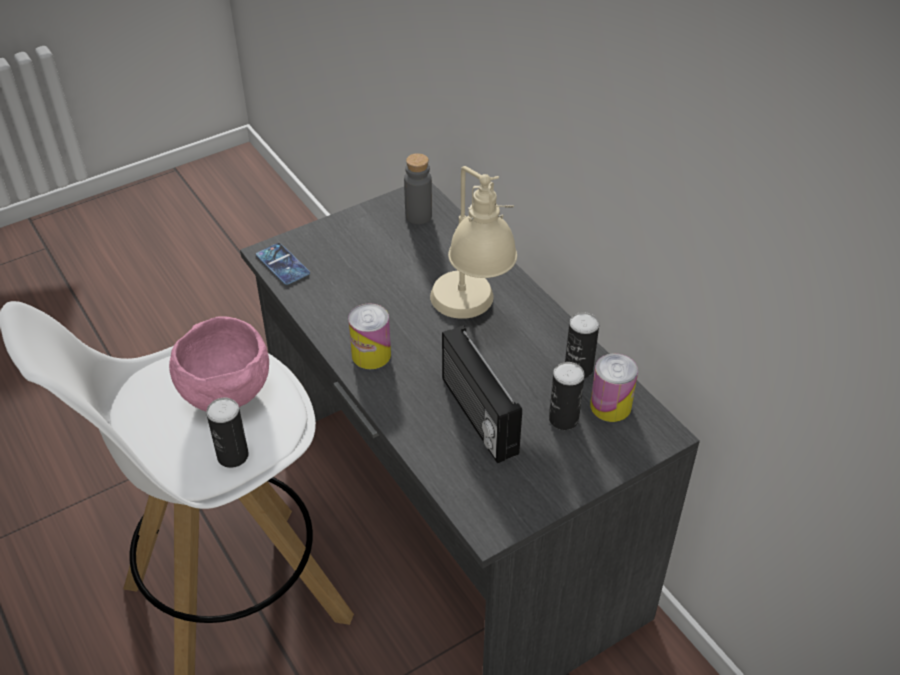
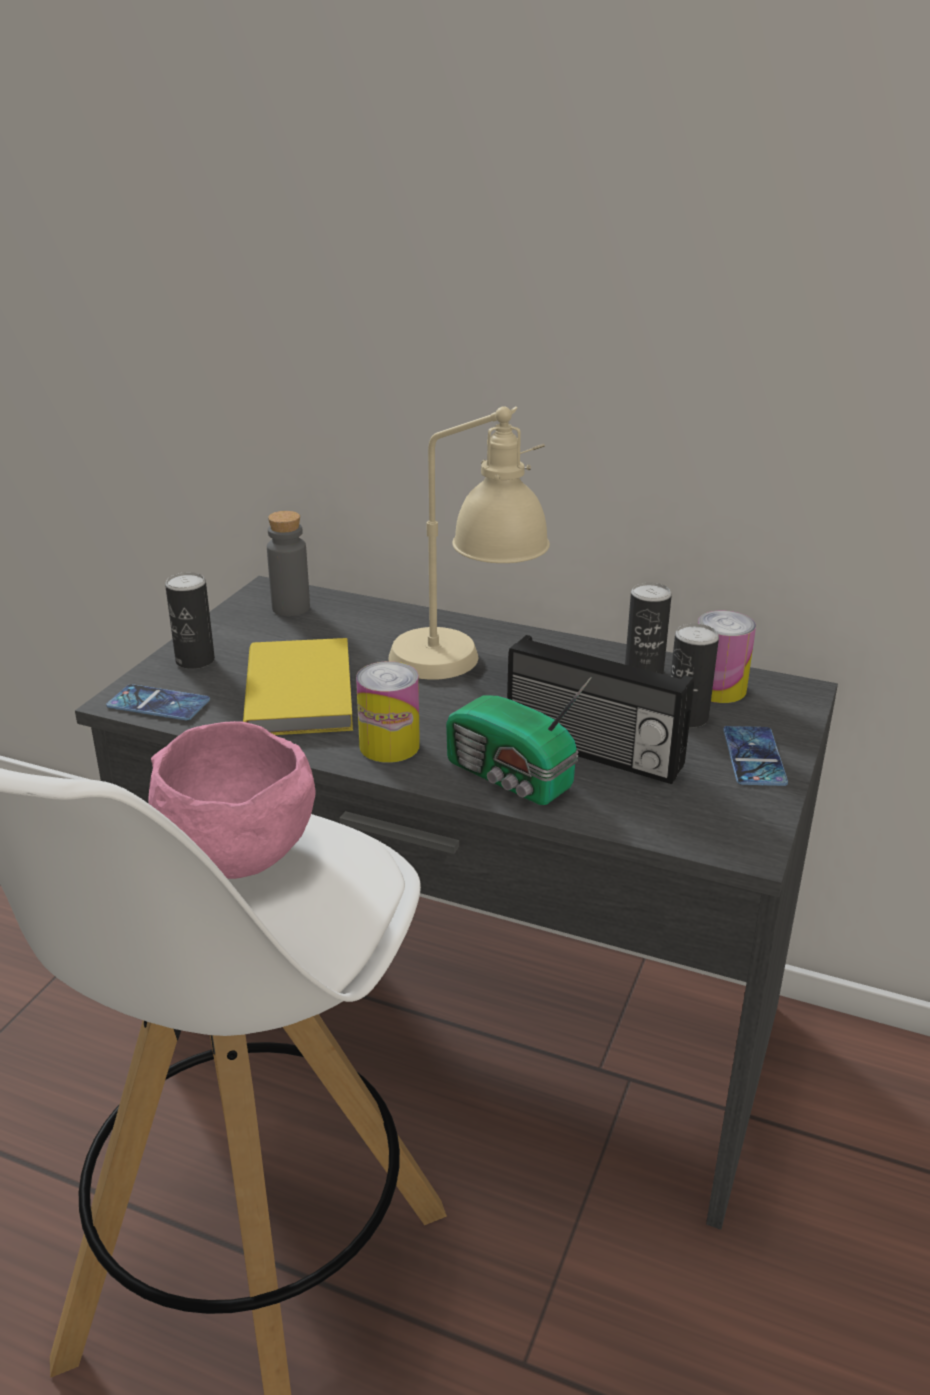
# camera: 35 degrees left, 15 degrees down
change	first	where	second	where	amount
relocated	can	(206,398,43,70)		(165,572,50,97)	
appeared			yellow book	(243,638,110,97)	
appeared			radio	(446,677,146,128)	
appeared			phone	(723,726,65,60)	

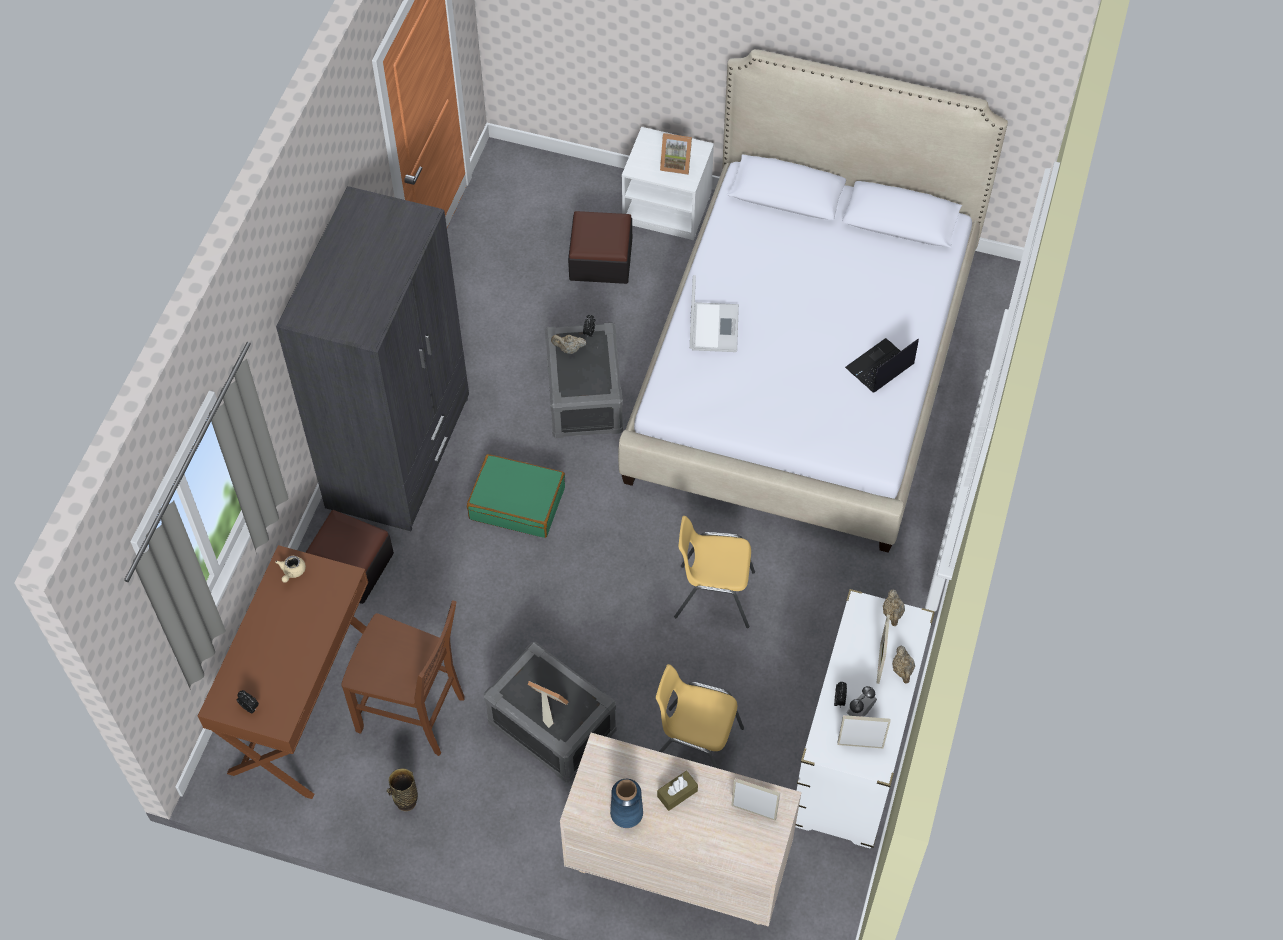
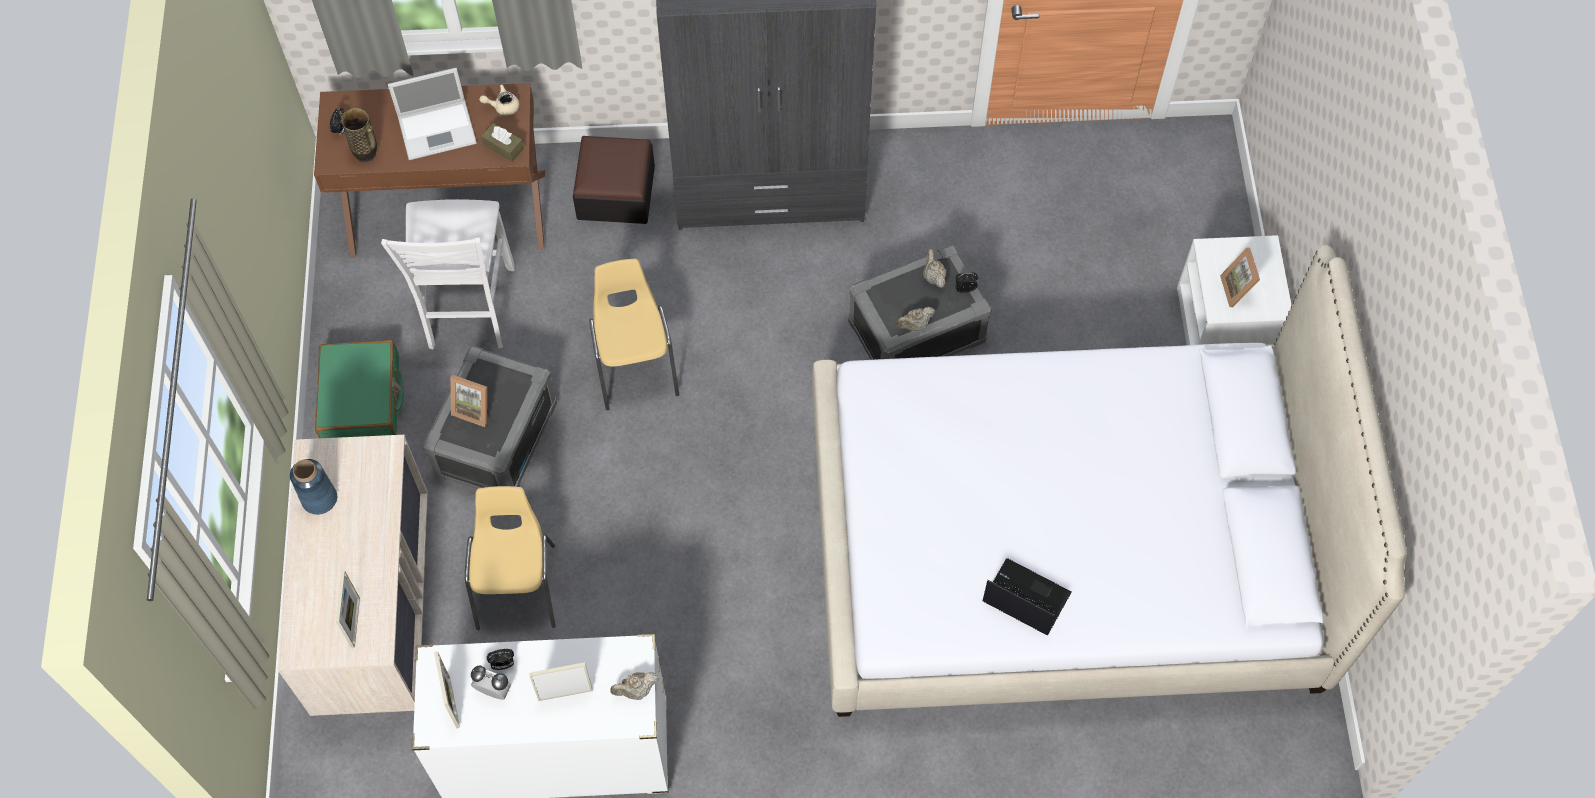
# camera: 70 degrees right, 5 degrees up
change	first	where	second	where	amount
colour	brown chair	(341,600,124,156)	white chair	(381,199,134,150)	
relocated	vase	(387,768,31,43)		(339,108,38,55)	
relocated	green suitcase	(467,454,98,84)		(315,340,89,98)	
spun	picture frame	(528,681,41,47)		(451,375,36,52)	105 degrees clockwise
missing	ottoman	(568,211,64,73)			
relocated	brown tissue box	(657,771,41,40)		(481,123,43,39)	
relocated	yellow chair	(674,516,81,112)		(589,259,90,151)	
relocated	laptop	(690,275,49,77)		(388,68,89,92)	
relocated	beige teapot	(892,646,23,38)		(896,307,39,25)	

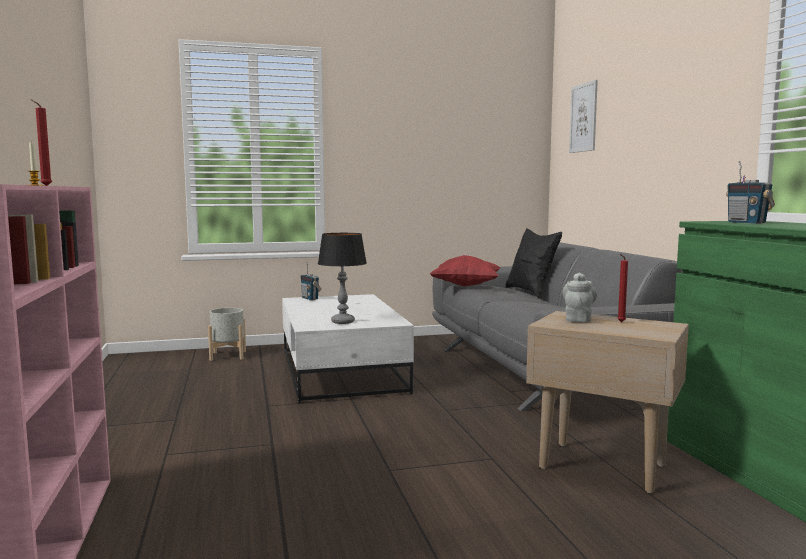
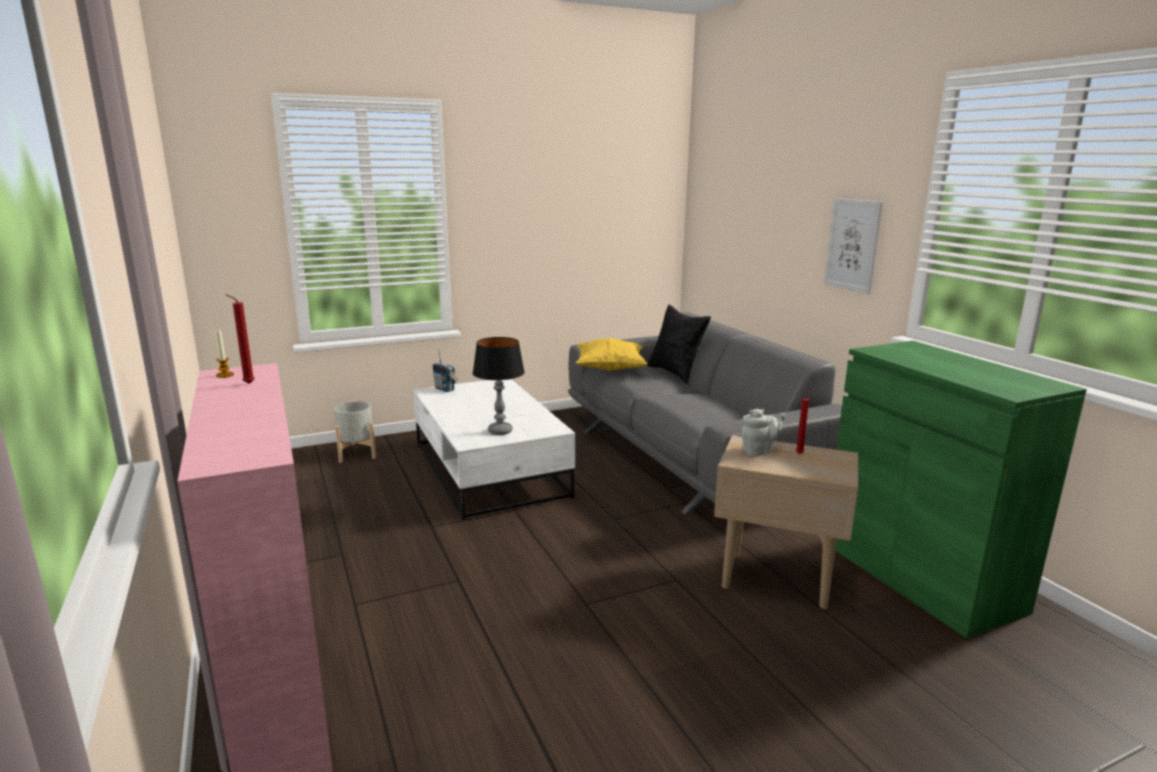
# camera: 10 degrees left, 10 degrees up
change	first	where	second	where	amount
colour	red pillow	(430,255,70,32)	yellow pillow	(576,338,72,33)	
spun	grey teapot	(562,273,35,49)		(741,409,44,47)	60 degrees clockwise
relocated	picture	(569,80,29,73)		(824,198,59,96)	
missing	radio	(726,161,49,63)			

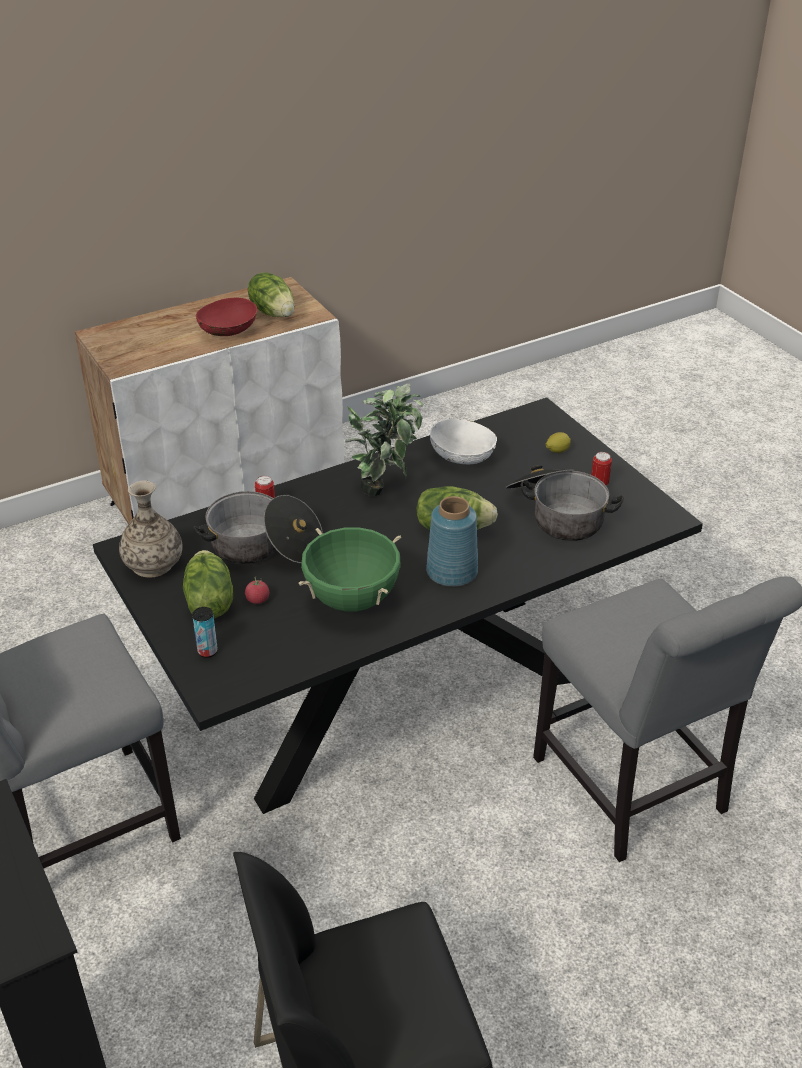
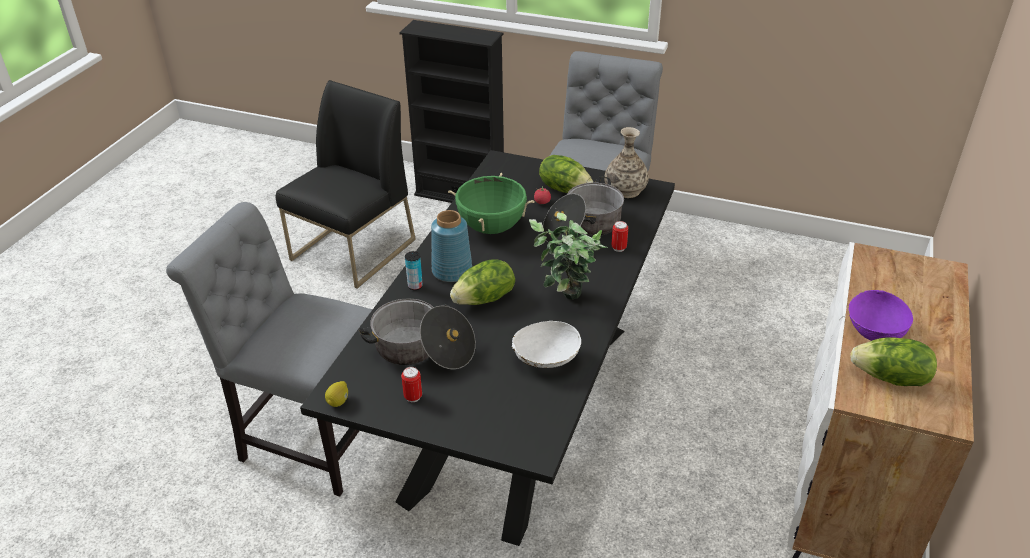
# camera: 140 degrees right, 0 degrees up
change	first	where	second	where	amount
relocated	can	(192,607,26,51)		(405,251,18,39)	
colour	red bowl	(196,298,61,38)	purple bowl	(848,290,65,51)	
relocated	lemon	(545,432,26,21)		(325,381,23,26)	

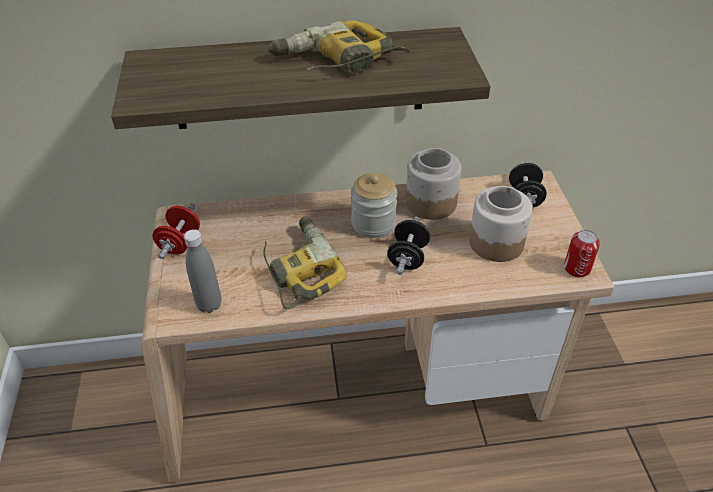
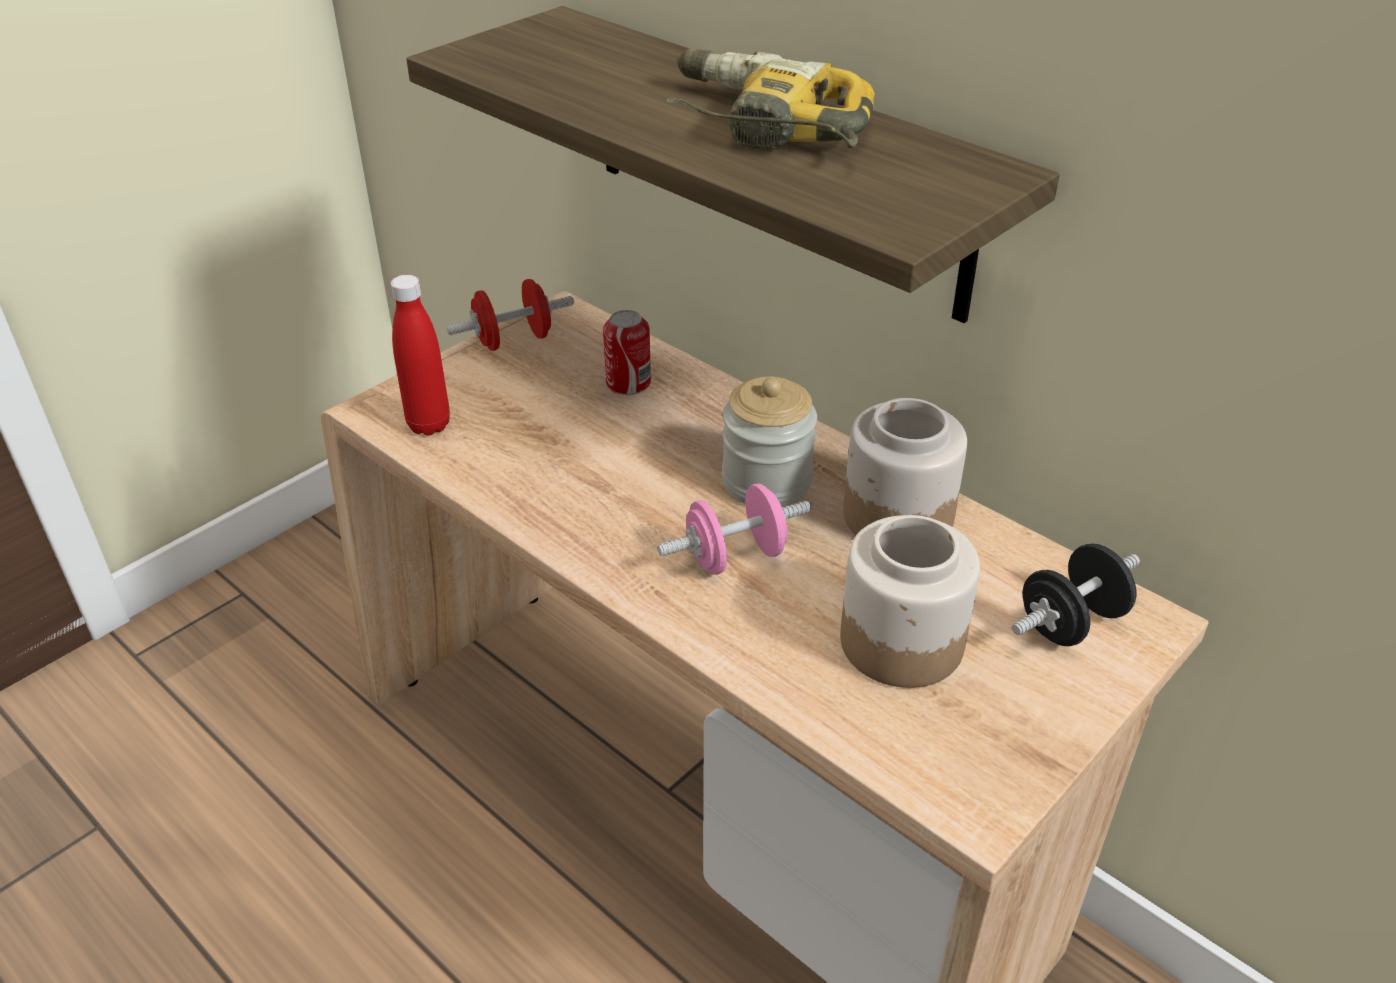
# camera: 50 degrees right, 5 degrees down
change	first	where	second	where	amount
colour	grey bottle	(184,229,37,84)	red bottle	(391,275,59,161)	
missing	power drill	(264,217,83,93)			
colour	black dumbbell	(387,217,43,58)	pink dumbbell	(658,484,153,91)	
relocated	can	(564,230,36,48)		(603,310,48,85)	

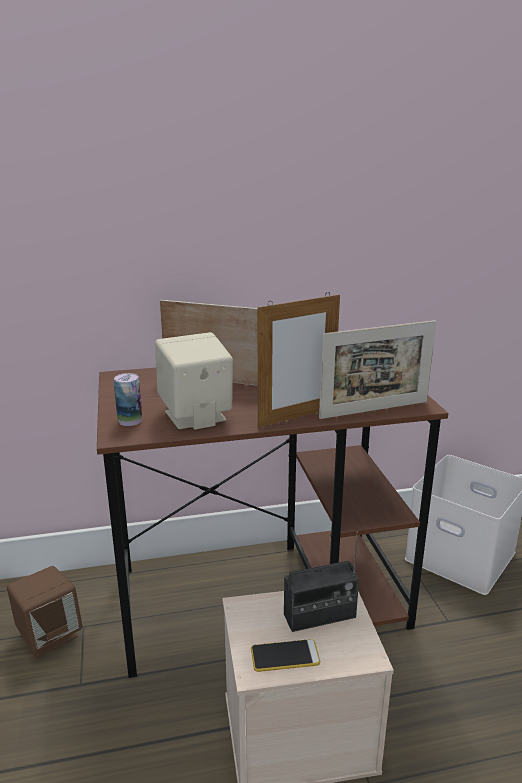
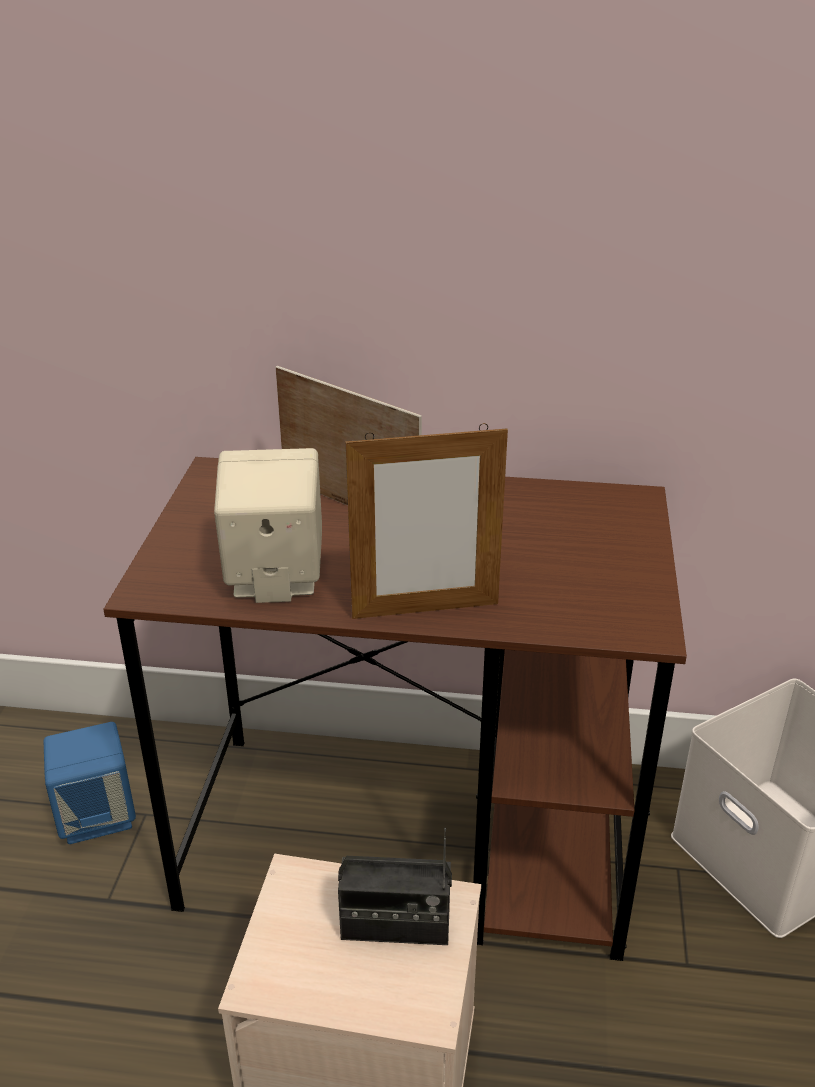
# camera: 20 degrees right, 10 degrees up
change	first	where	second	where	amount
colour	brown speaker	(7,566,75,92)	blue speaker	(44,722,92,122)	
missing	can	(114,373,28,53)			
missing	phone	(251,639,69,33)			
missing	picture frame	(319,320,117,99)			

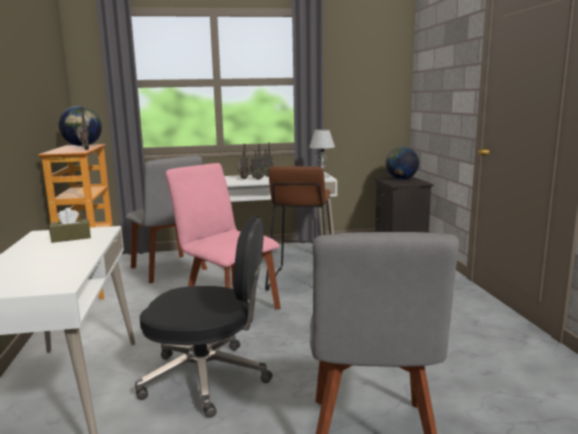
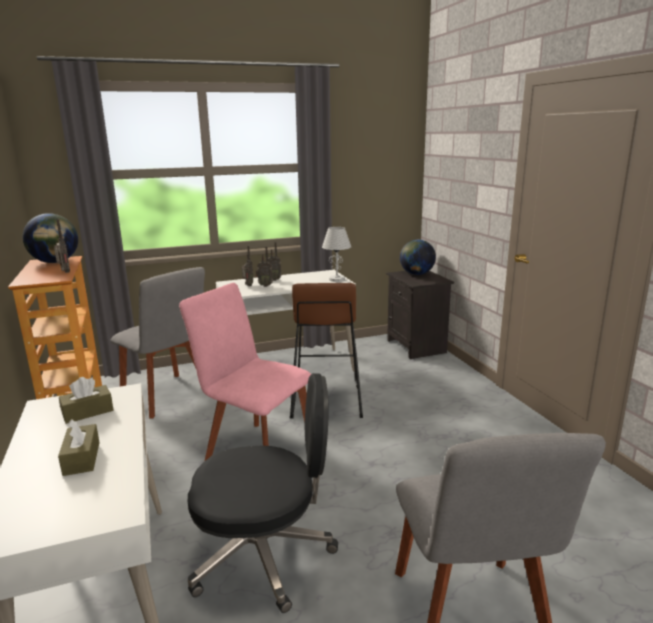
# camera: 10 degrees left, 5 degrees up
change	first	where	second	where	amount
appeared			brown tissue box	(58,419,42,57)	

